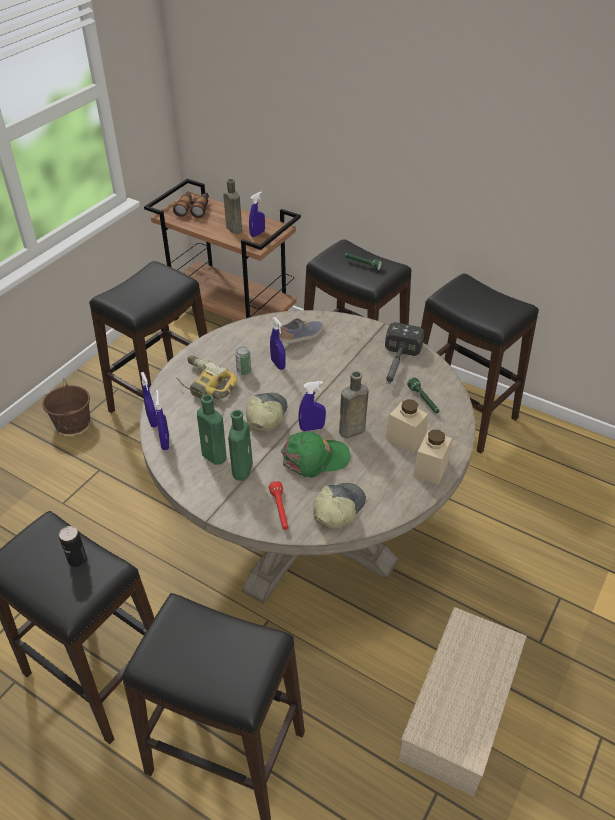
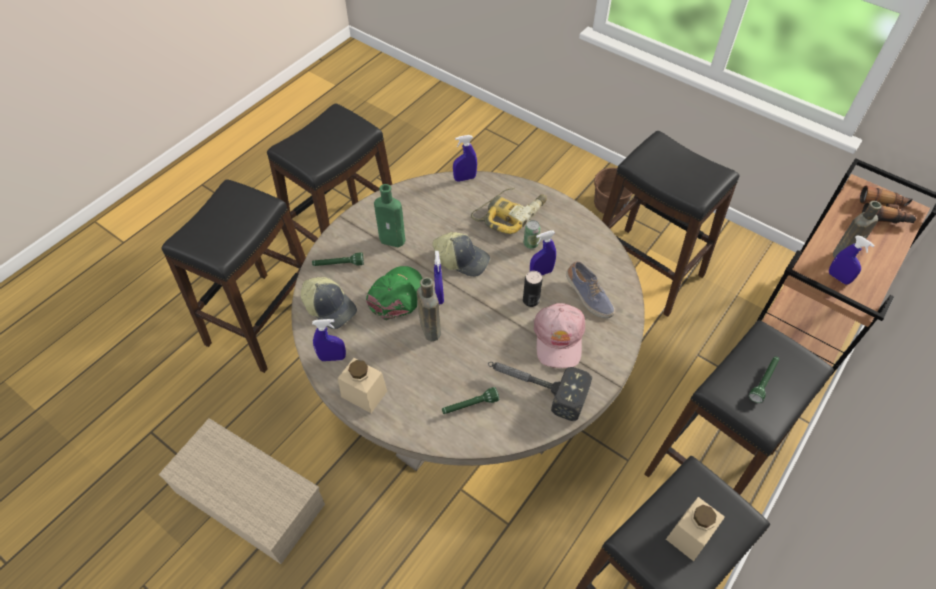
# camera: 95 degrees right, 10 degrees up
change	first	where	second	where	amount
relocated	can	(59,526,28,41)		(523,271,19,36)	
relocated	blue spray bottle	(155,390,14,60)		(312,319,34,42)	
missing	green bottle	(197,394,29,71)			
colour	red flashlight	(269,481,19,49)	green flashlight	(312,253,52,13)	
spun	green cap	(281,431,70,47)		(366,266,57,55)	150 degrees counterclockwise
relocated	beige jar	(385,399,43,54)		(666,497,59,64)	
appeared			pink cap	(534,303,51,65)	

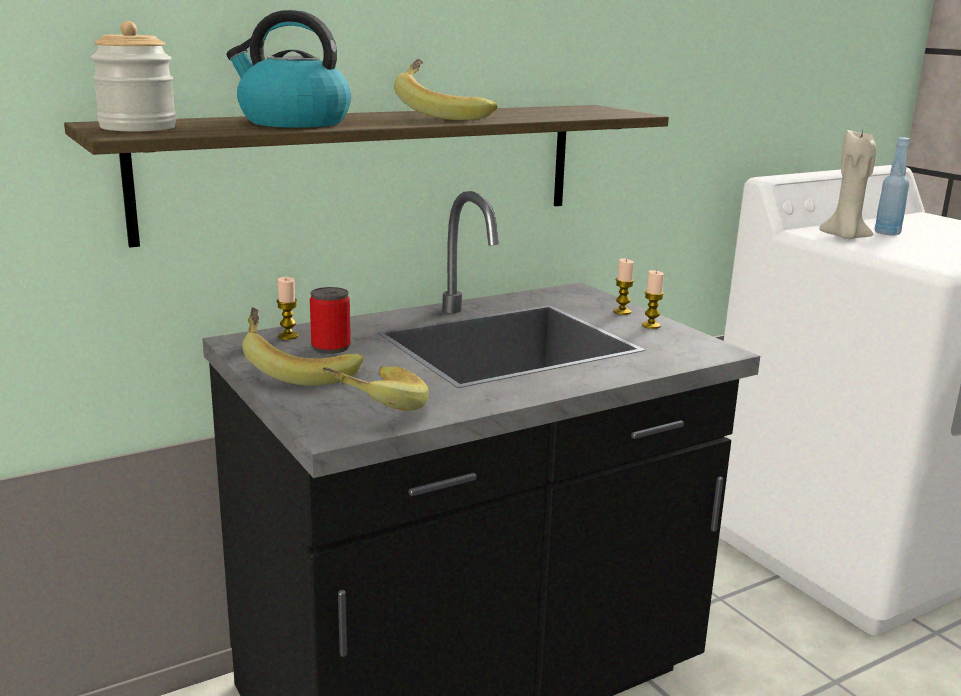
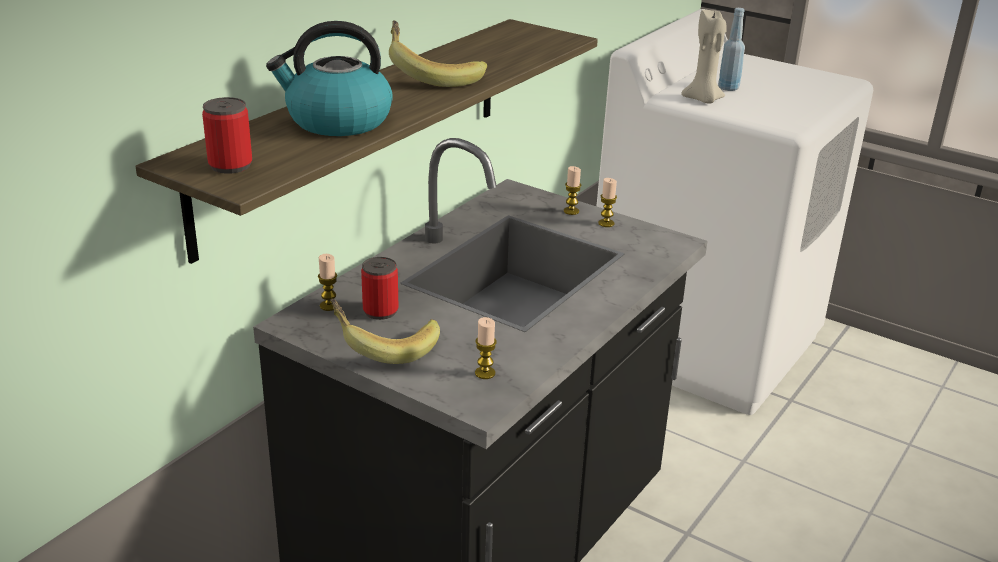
# camera: 25 degrees left, 10 degrees up
change	first	where	second	where	amount
exchanged	jar	(91,21,85,110)	can	(202,97,50,77)	
exchanged	banana	(322,366,107,44)	candle	(475,317,22,62)	

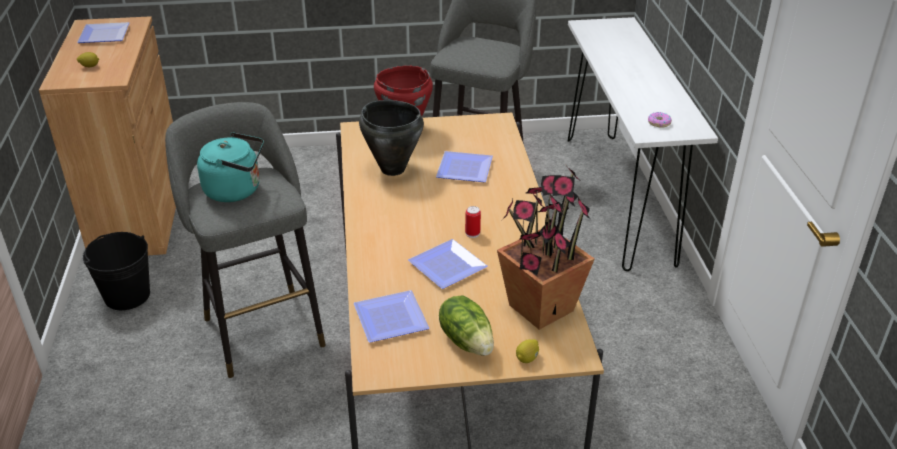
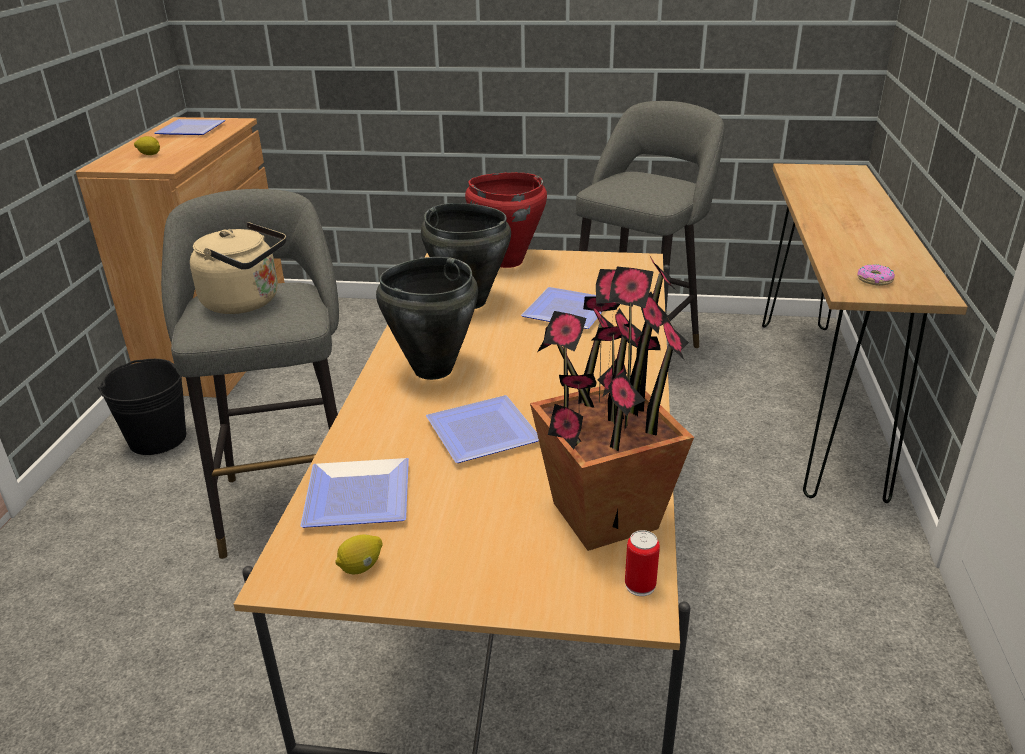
# camera: 15 degrees right, 5 degrees down
change	first	where	second	where	amount
colour	turquoise kettle	(197,132,67,70)	beige kettle	(190,222,96,92)	
missing	lettuce	(439,295,55,61)			
relocated	can	(465,206,16,32)		(625,530,35,66)	
relocated	lemon	(516,339,23,24)		(335,534,48,40)	
colour	white console table	(568,17,150,254)	brown console table	(762,163,206,340)	
appeared			black cooking pot	(376,257,102,123)	

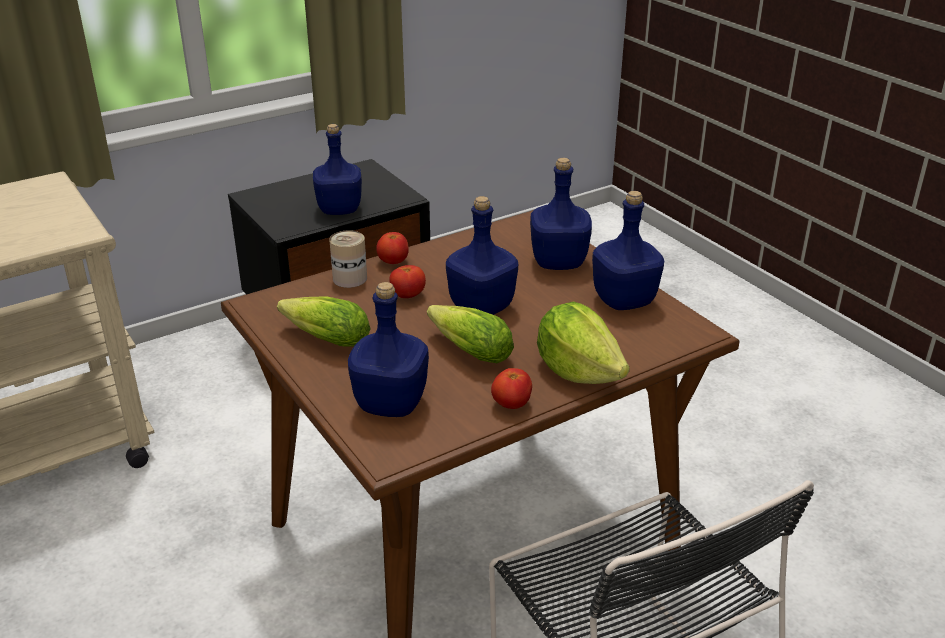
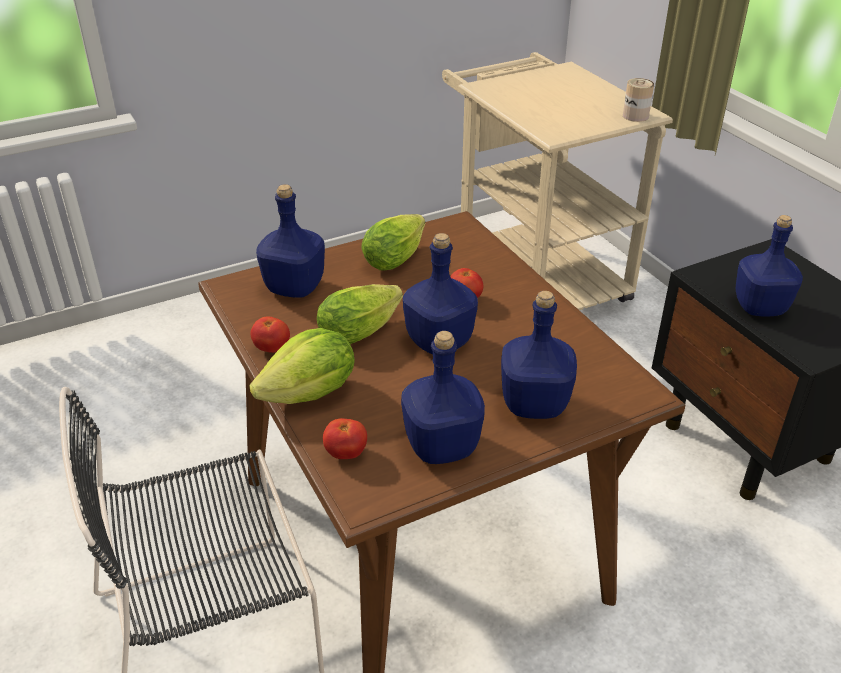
# camera: 95 degrees right, 5 degrees up
change	first	where	second	where	amount
relocated	can	(329,230,38,58)		(623,78,31,44)	
relocated	tomato	(376,232,33,32)		(323,418,44,41)	

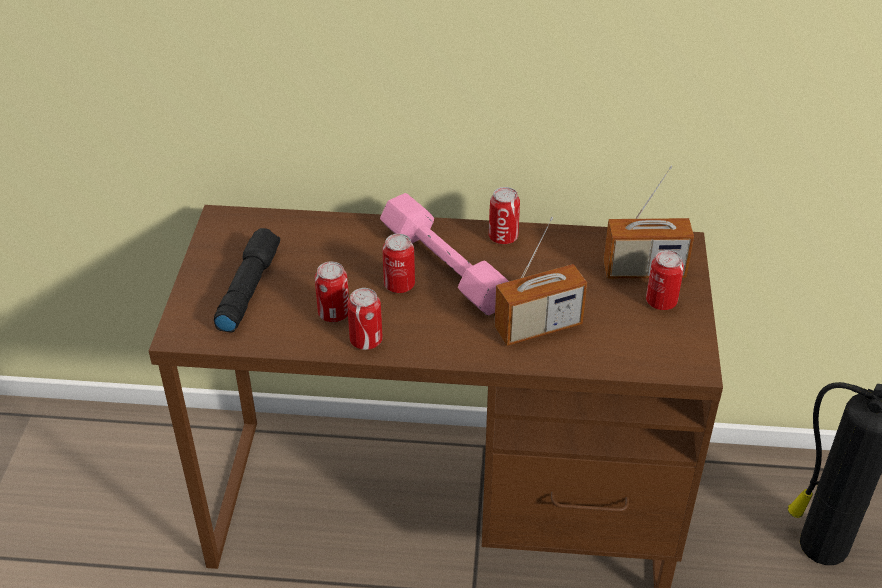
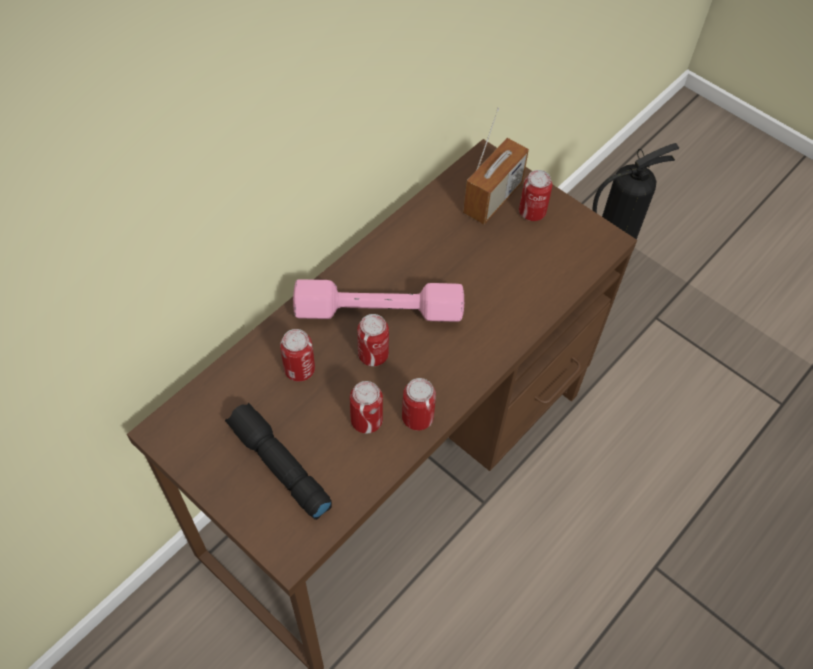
# camera: 55 degrees left, 15 degrees up
change	first	where	second	where	amount
relocated	can	(489,187,31,57)		(280,329,35,53)	
missing	radio	(494,217,93,129)			

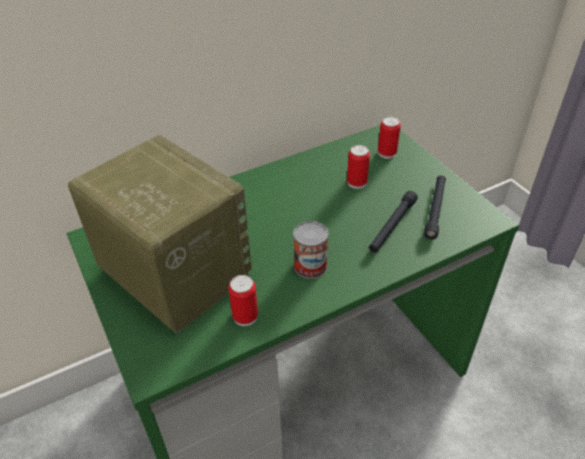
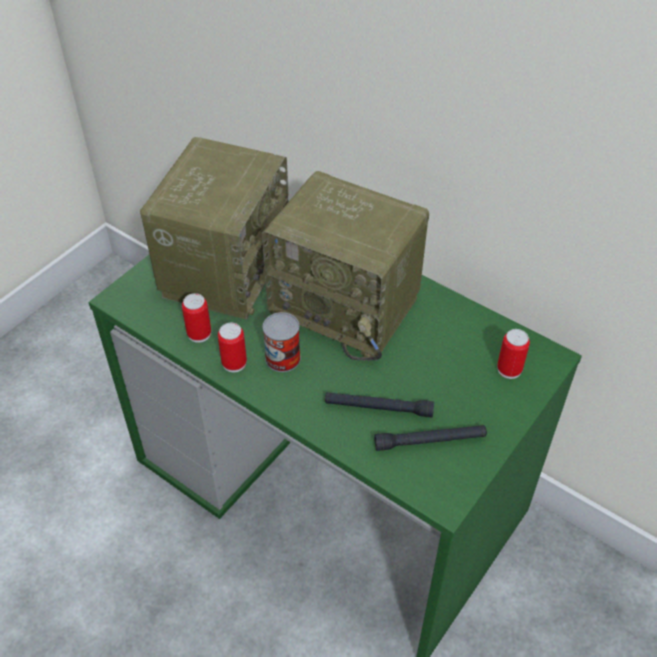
# camera: 65 degrees right, 5 degrees up
change	first	where	second	where	amount
relocated	can	(347,145,23,44)		(218,323,29,49)	
appeared			radio	(262,171,167,190)	

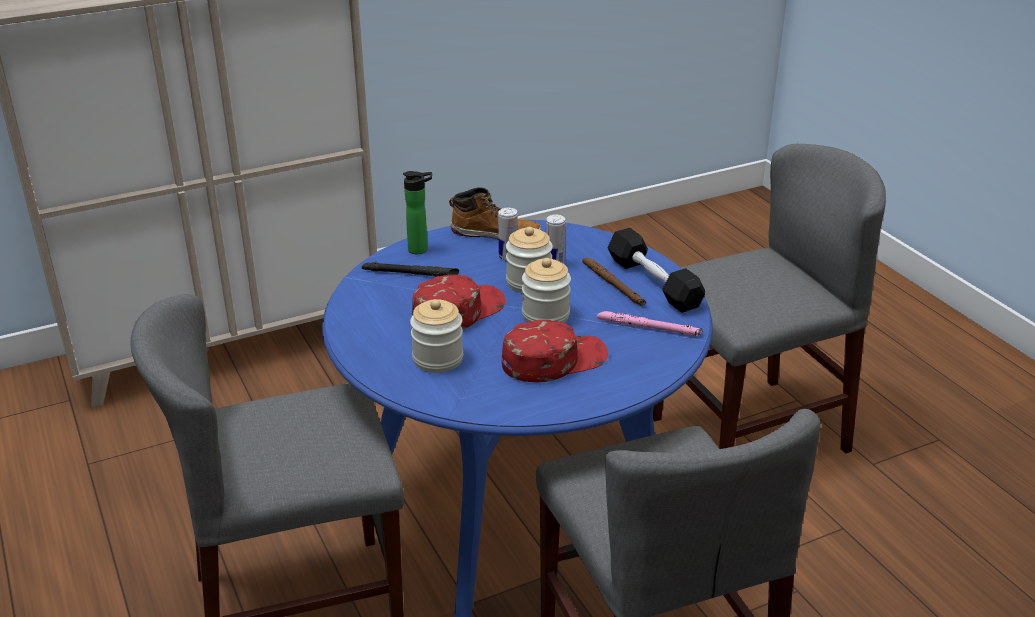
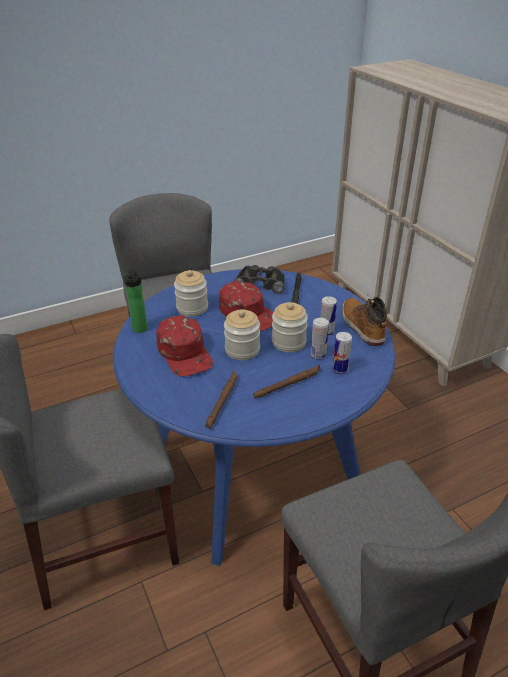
# camera: 90 degrees right, 5 degrees up
change	first	where	second	where	amount
relocated	bottle	(403,171,29,83)		(124,269,24,64)	
spun	boot	(449,187,92,52)		(342,297,45,49)	150 degrees clockwise
colour	pink flashlight	(597,311,106,25)	brown flashlight	(205,370,33,59)	
missing	black dumbbell	(607,228,98,85)			
appeared			black binoculars	(234,265,51,29)	
appeared			can	(332,332,20,42)	

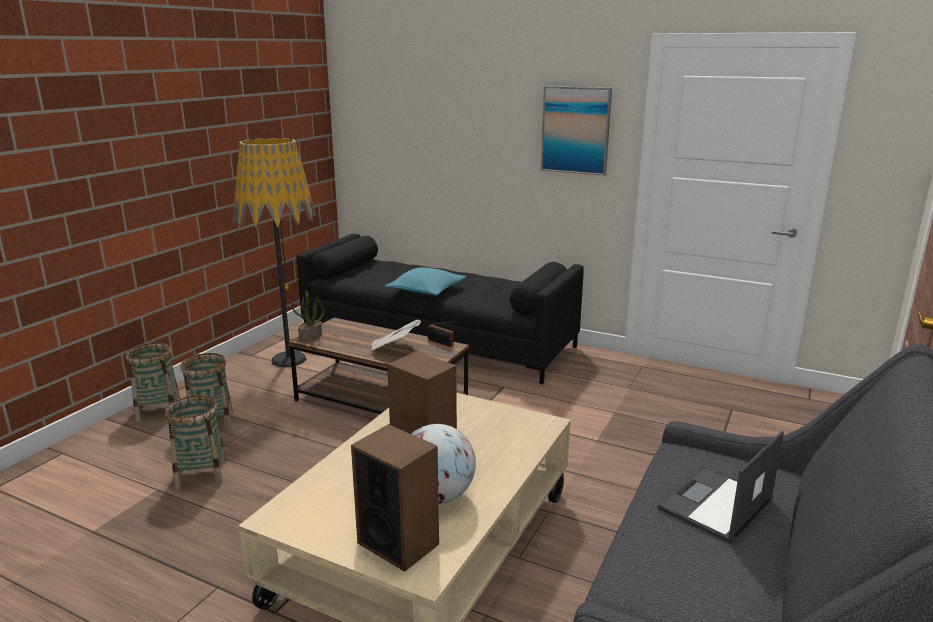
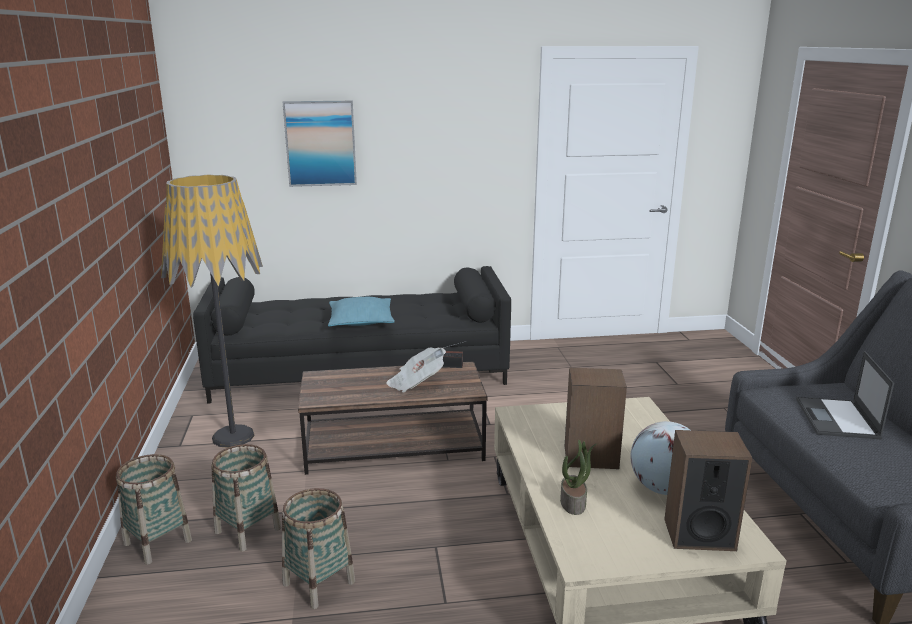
# camera: 35 degrees left, 0 degrees up
change	first	where	second	where	amount
relocated	potted plant	(292,291,32,51)		(560,440,38,75)	
relocated	picture	(541,86,71,90)		(283,101,74,86)	

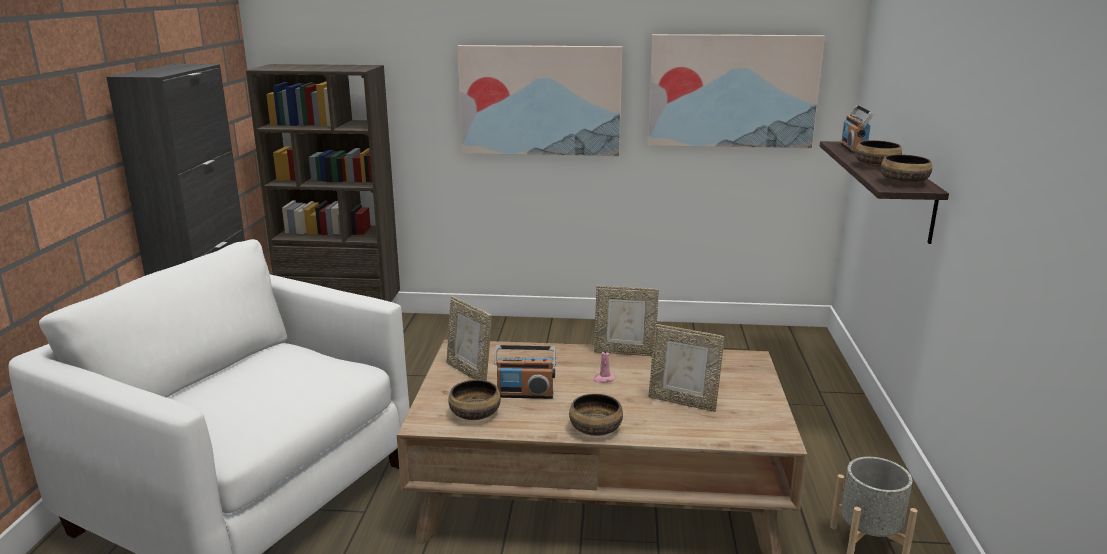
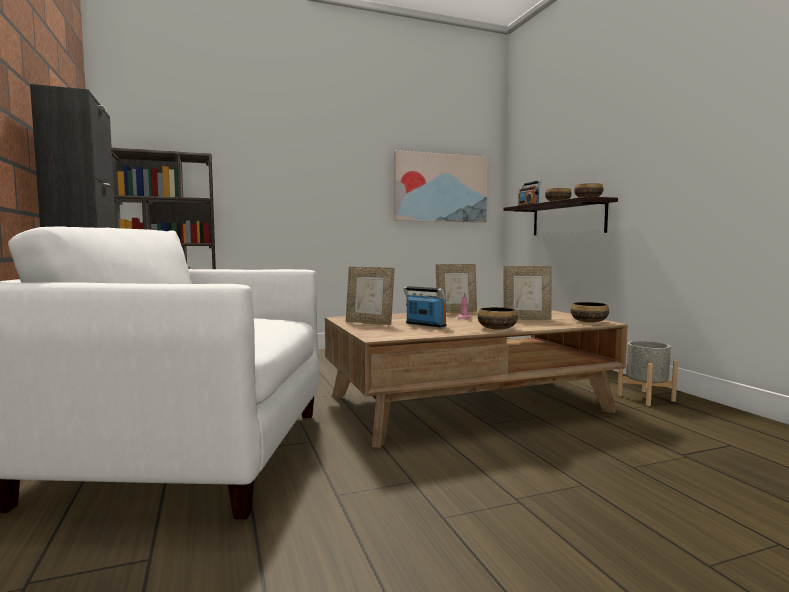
# camera: 25 degrees left, 15 degrees down
change	first	where	second	where	amount
relocated	bowl	(448,380,53,40)		(571,302,38,21)	
missing	picture	(457,45,165,111)			
spun	radio	(494,345,62,54)		(403,286,44,41)	120 degrees counterclockwise

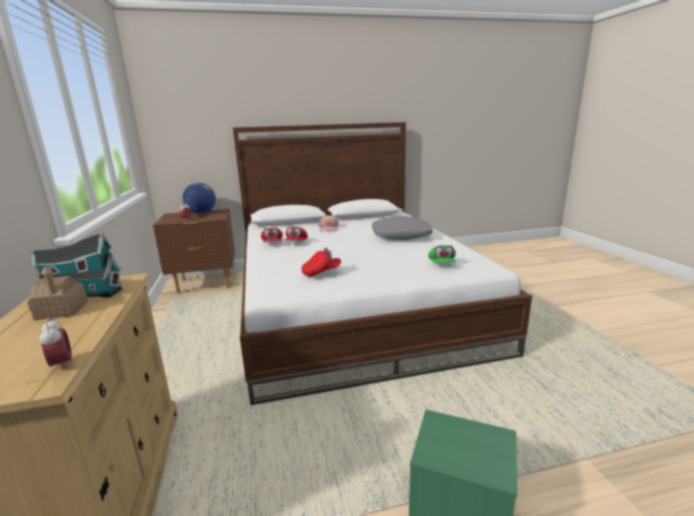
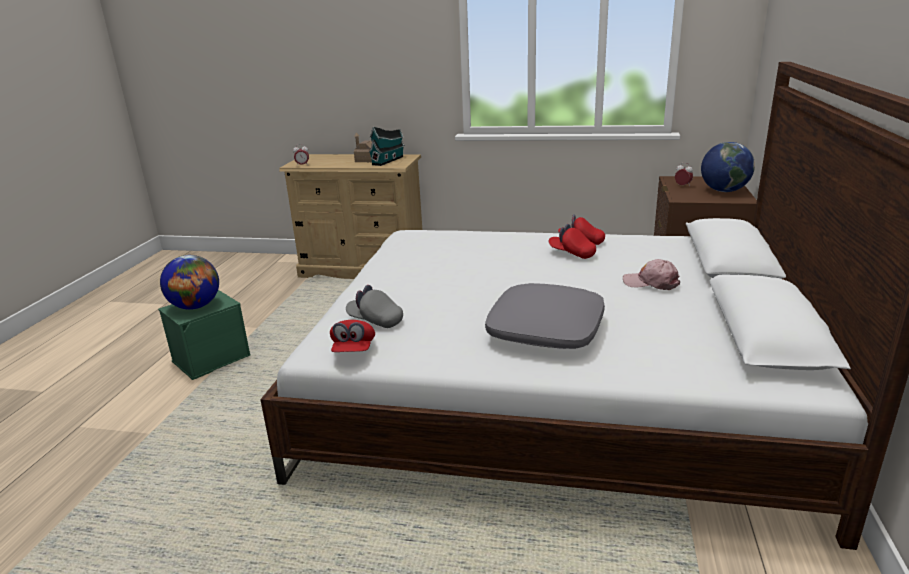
# camera: 115 degrees right, 5 degrees up
change	first	where	second	where	amount
relocated	red cap	(301,248,40,29)		(330,320,45,32)	
colour	green cap	(428,245,28,18)	grey cap	(346,285,57,43)	
appeared			globe	(160,255,59,55)	

